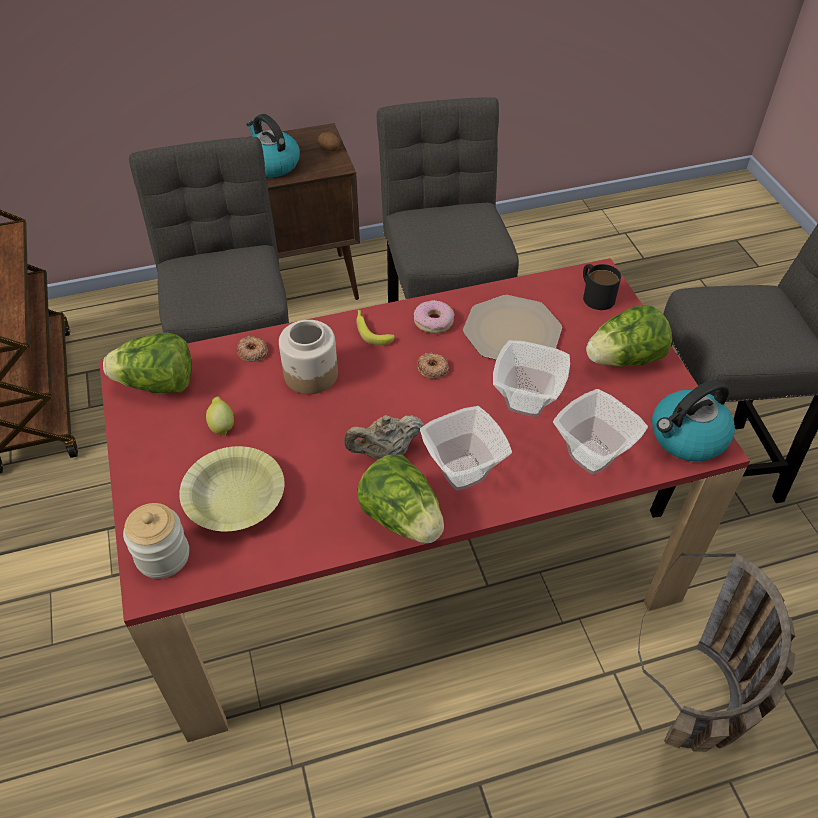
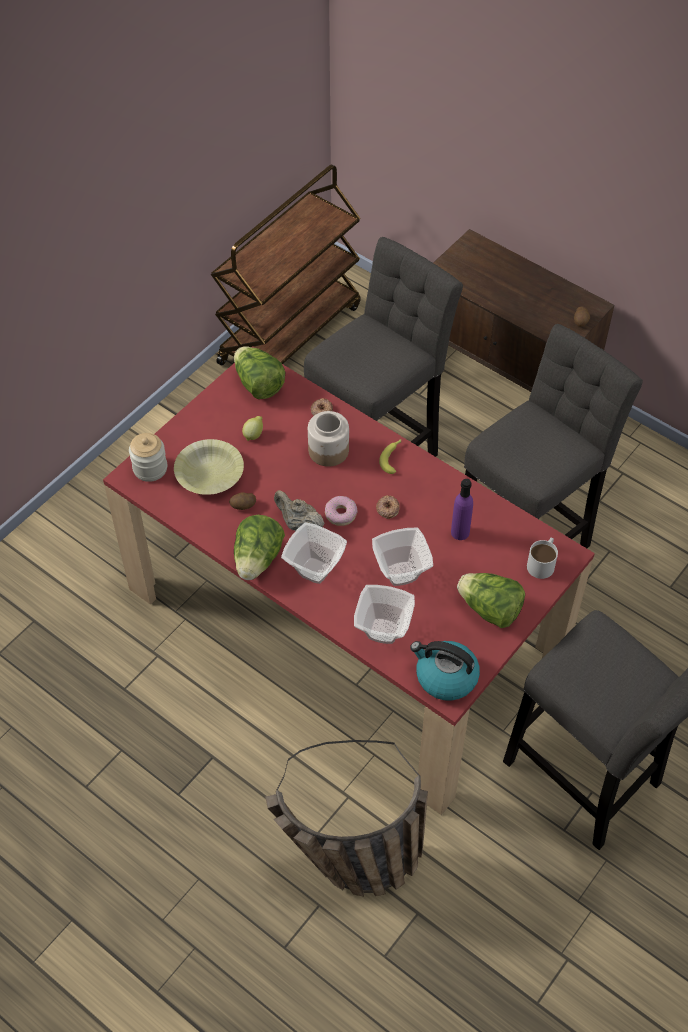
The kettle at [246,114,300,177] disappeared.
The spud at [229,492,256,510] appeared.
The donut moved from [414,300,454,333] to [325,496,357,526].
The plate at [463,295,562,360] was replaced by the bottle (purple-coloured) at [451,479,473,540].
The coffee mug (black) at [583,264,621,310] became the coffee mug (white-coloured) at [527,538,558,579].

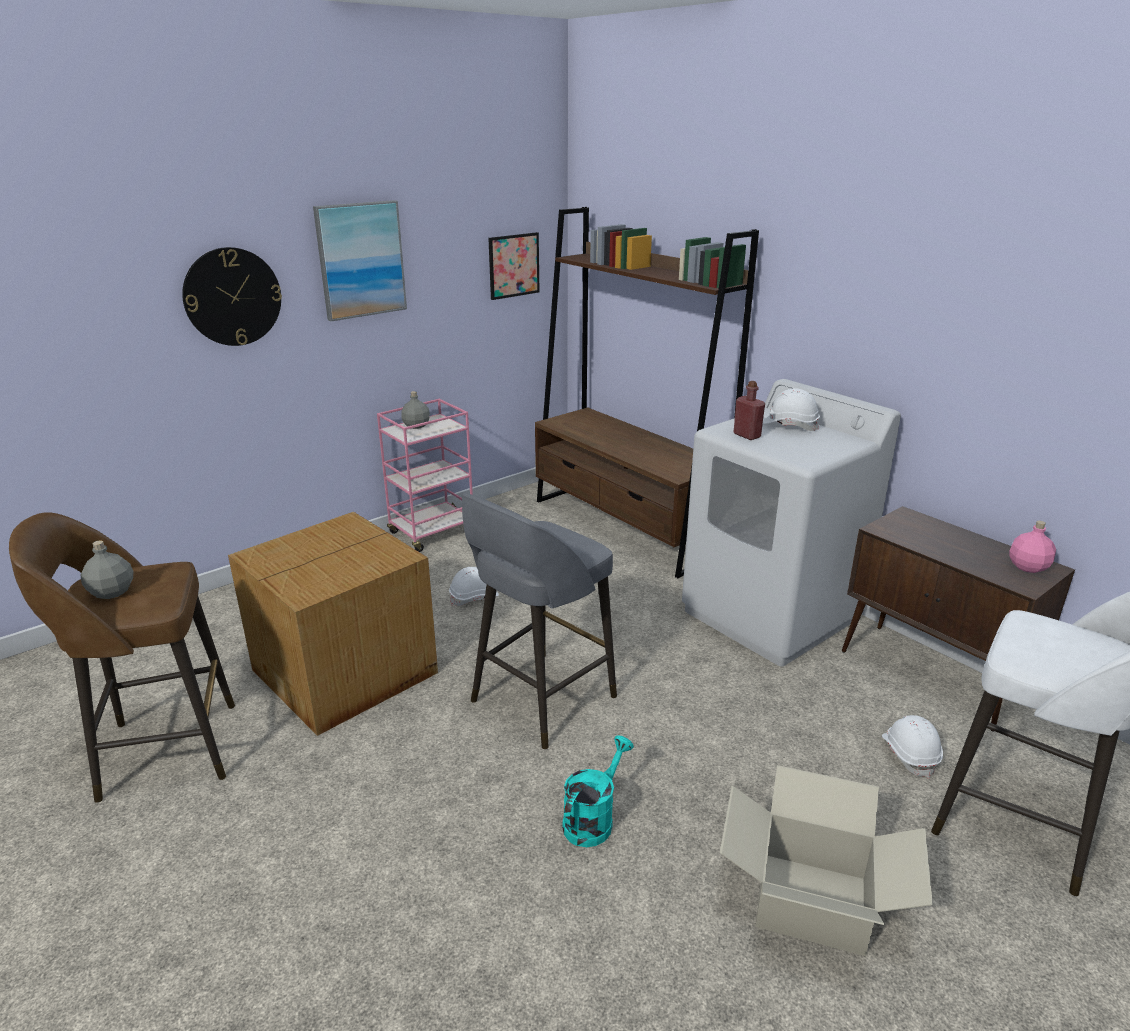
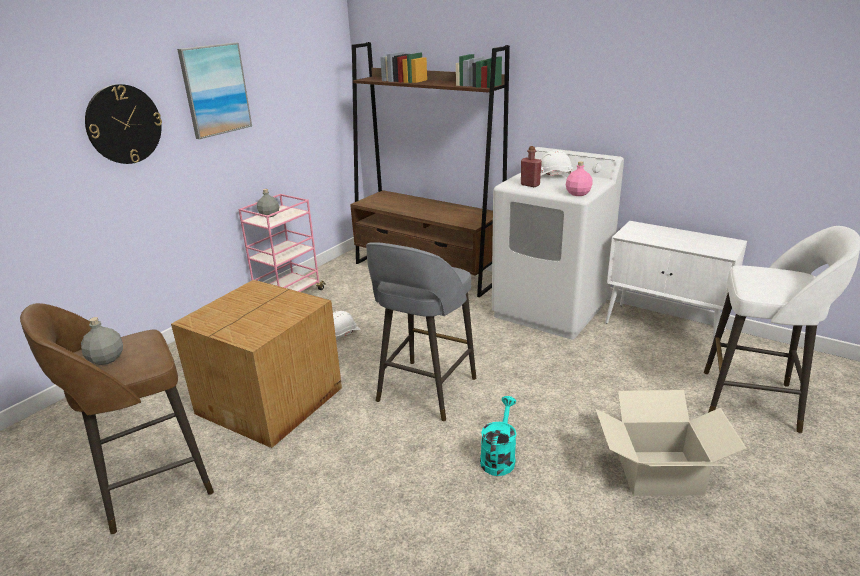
The wall picture at [488,232,539,300] disappeared.
The work helmet (white-coloured) at [882,715,943,778] disappeared.
The bottle (pink) moved from [1009,521,1056,573] to [566,161,592,196].
The cupboard (brown-coloured) at [842,506,1075,732] became the cupboard (white-coloured) at [605,221,747,340].

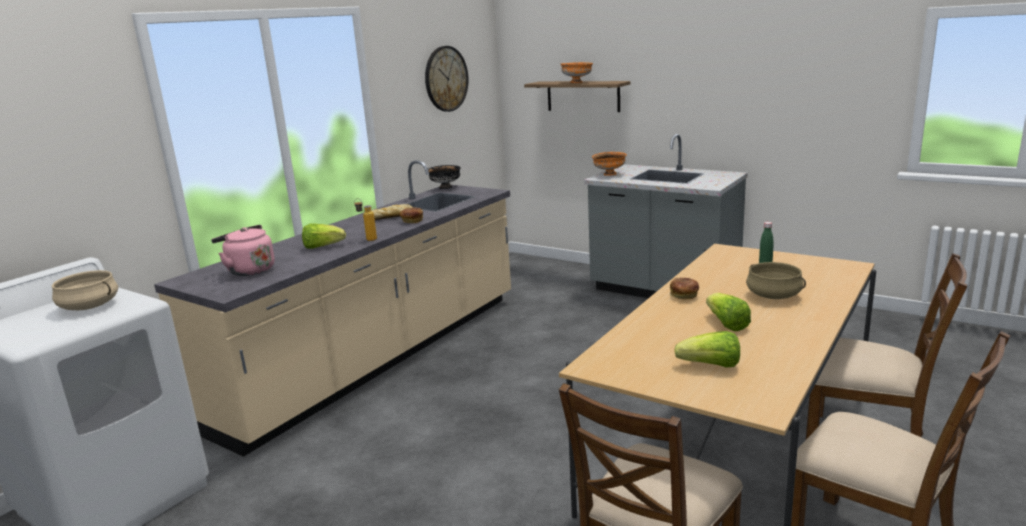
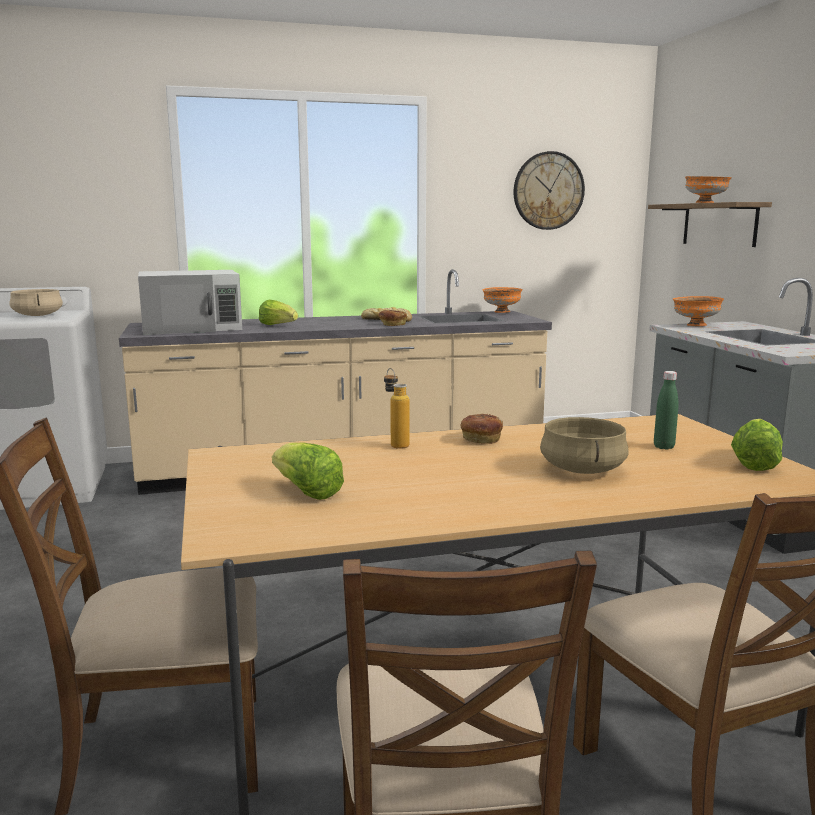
The bottle moved from [354,198,377,241] to [384,368,410,449].
The lettuce head moved from [706,293,751,331] to [731,419,783,471].
The kettle (pink) at [211,225,274,276] was replaced by the microwave (white-coloured) at [138,270,242,335].
The serving bowl (black) at [428,165,461,189] became the serving bowl (orange) at [483,287,523,313].

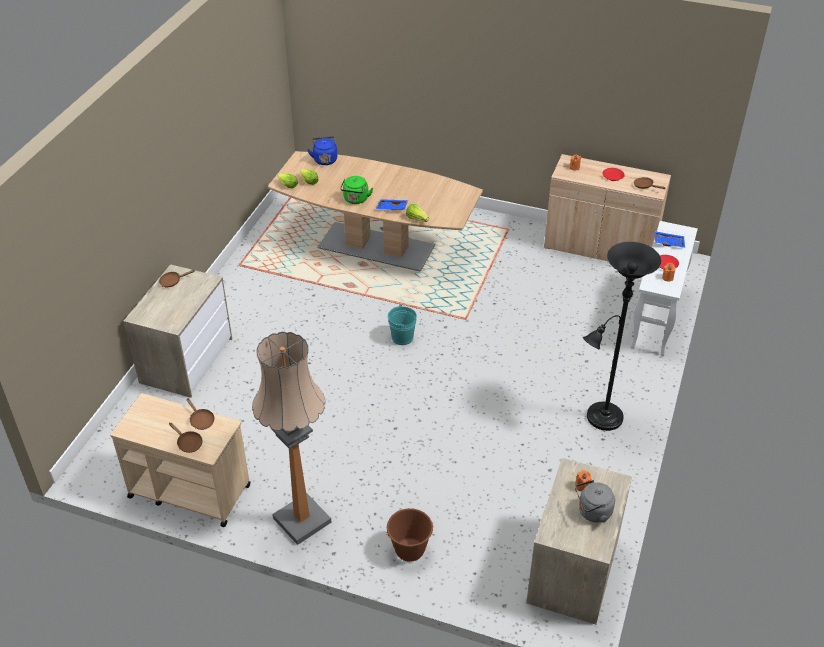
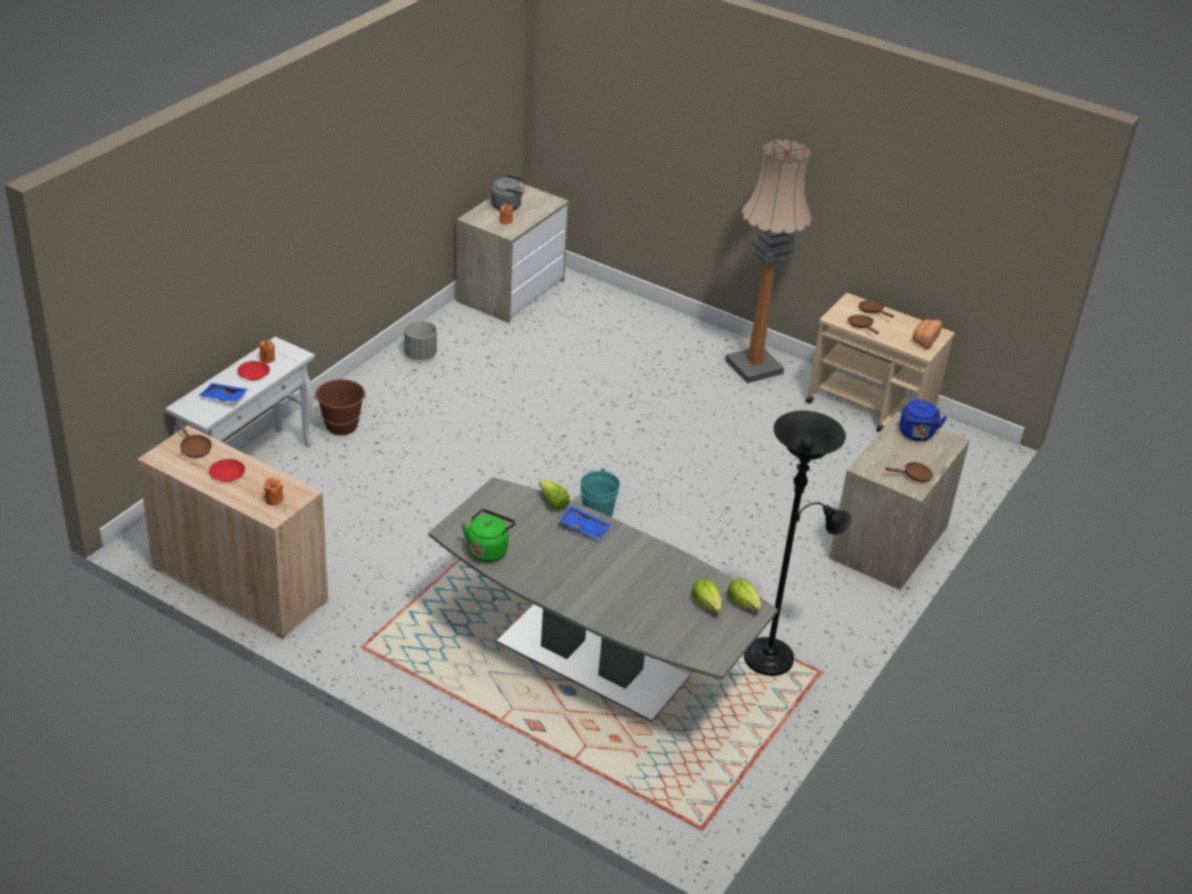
The plant pot (gray) at [404,320,437,360] appeared.
The bread at [913,319,943,349] appeared.
The kettle (blue) moved from [307,136,337,165] to [899,400,947,441].
The kettle (green-coloured) moved from [340,176,373,204] to [461,509,515,562].
The bucket (brown-coloured) moved from [386,508,433,562] to [314,379,366,435].
The floor lamp (black) moved from [583,242,661,431] to [744,411,851,676].
The dinner table (brown-coloured) at [268,151,483,272] became the dinner table (gray) at [429,477,778,722].

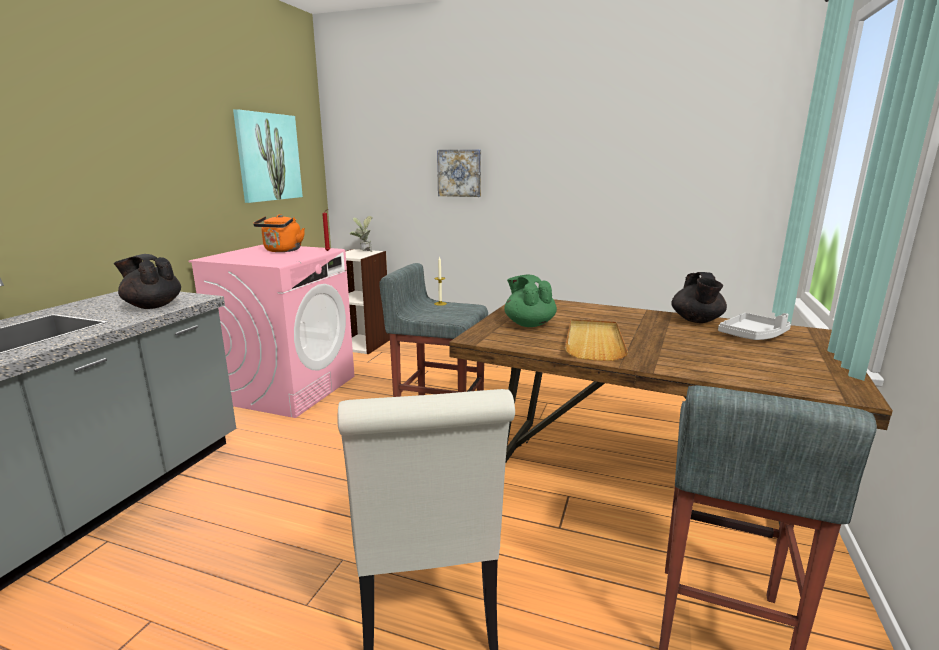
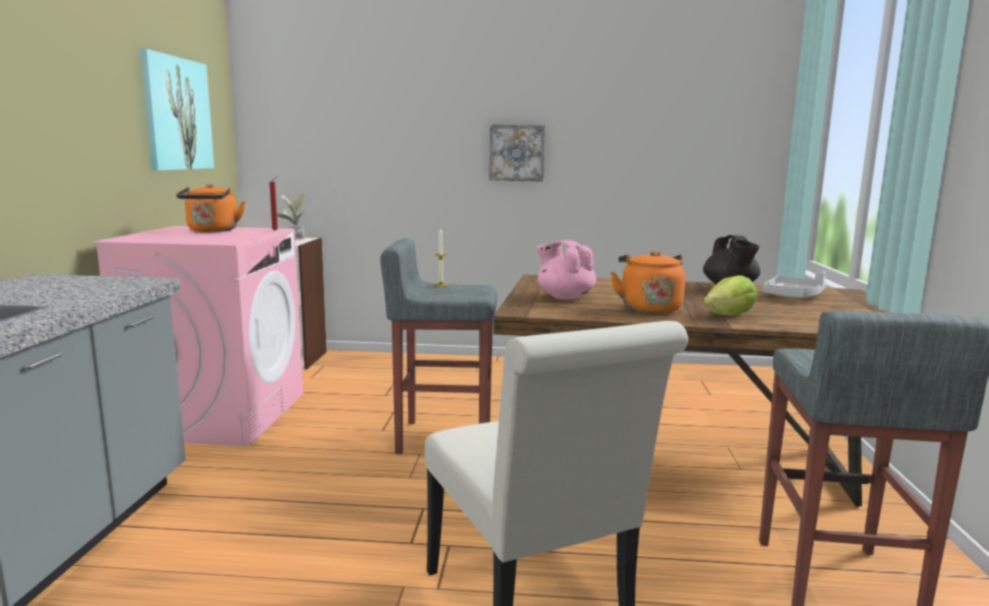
The pot for tea (black) at [114,254,181,309] disappeared.
The lettuce head at [704,275,757,315] appeared.
The wall picture moved from [437,150,481,197] to [489,125,545,181].
The carrying tray (beige) at [565,319,628,361] was replaced by the kettle (orange) at [611,251,685,314].
The pot for tea (green-coloured) at [504,274,557,327] became the pot for tea (pink) at [537,240,596,300].

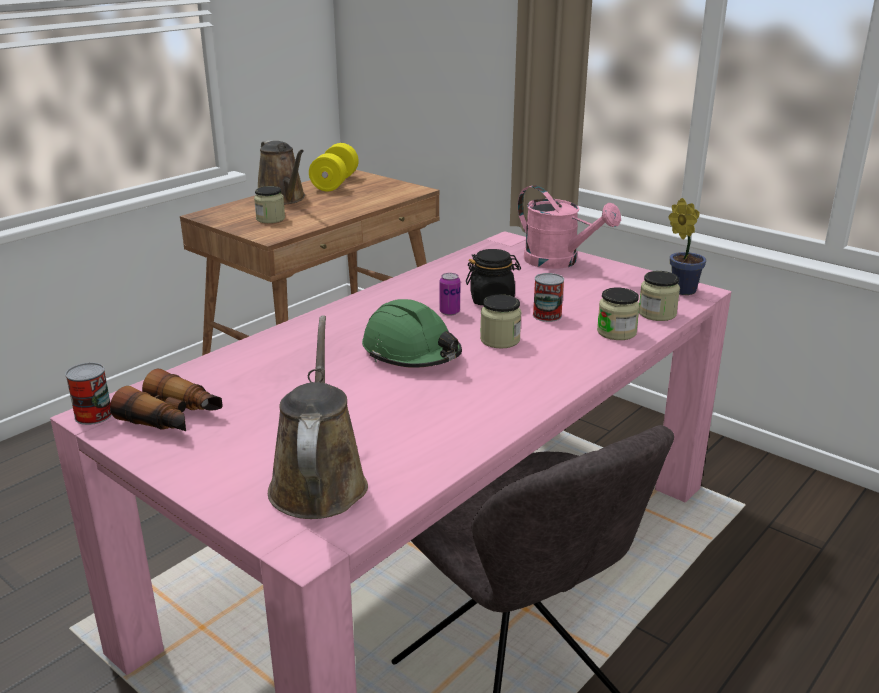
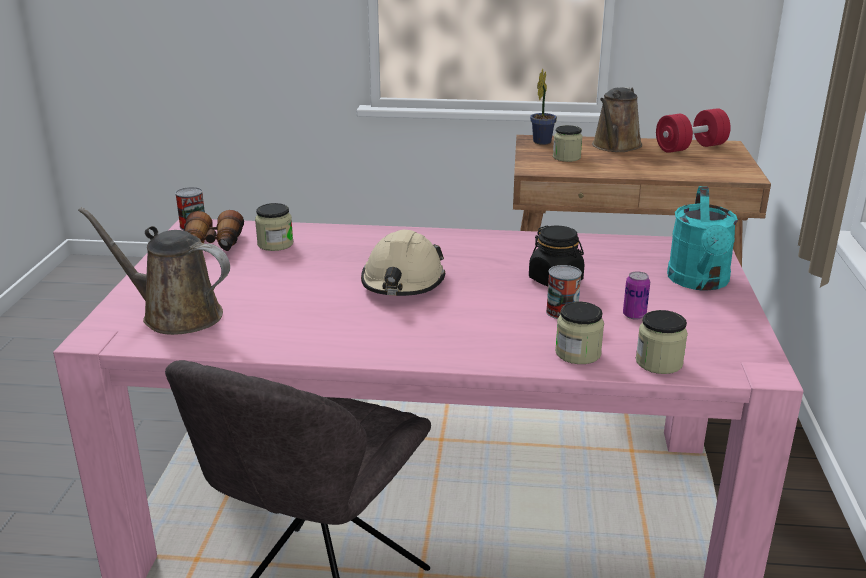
The can moved from [439,273,461,316] to [623,271,650,320].
The storage jar moved from [480,295,522,348] to [255,203,293,251].
The houseplant moved from [668,198,706,295] to [530,69,557,145].
The free weight (yellow-coloured) at [309,143,359,191] became the free weight (reddish) at [656,108,731,153].
The work helmet (green-coloured) at [362,299,462,368] became the work helmet (beige) at [361,230,445,296].
The watering can (pink) at [518,185,621,269] became the watering can (turquoise-coloured) at [667,186,738,291].
The watering can (brown-coloured) at [268,315,368,519] turned 120 degrees counterclockwise.

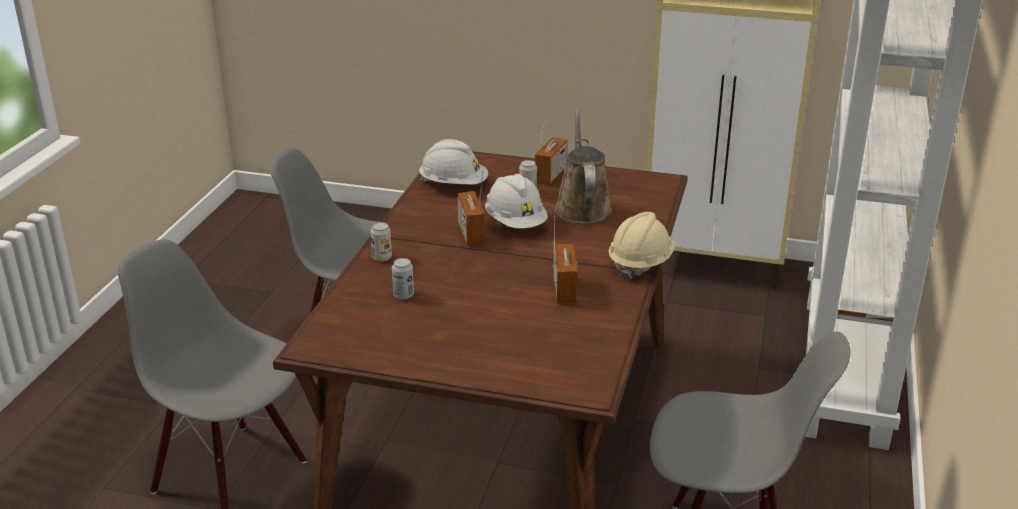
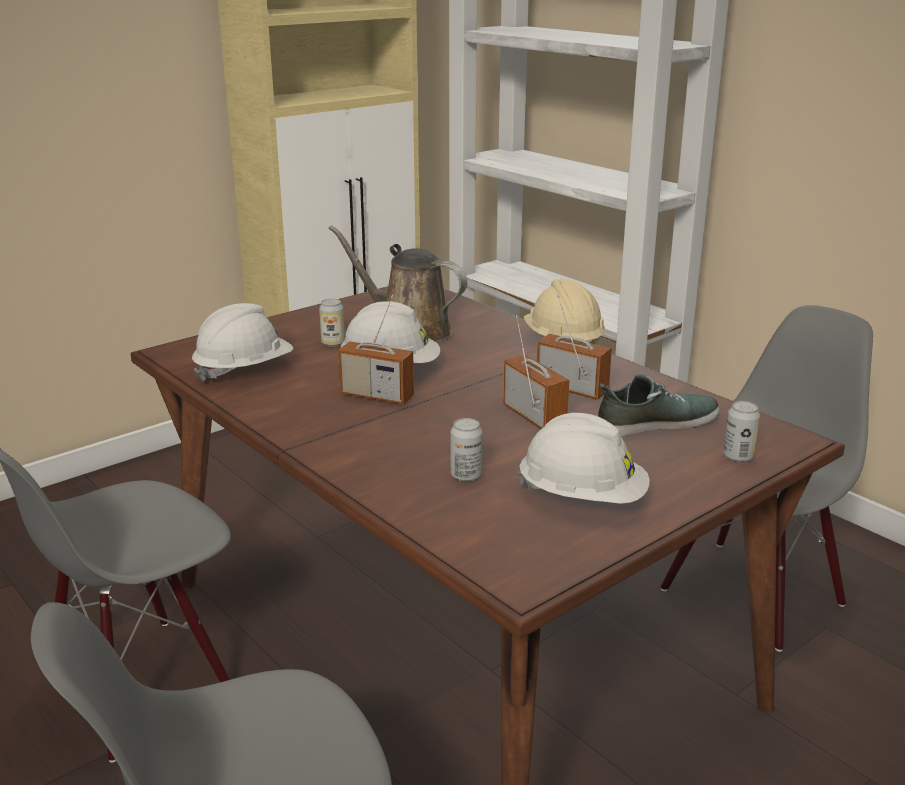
The work helmet (white-coloured) at [518,413,650,504] appeared.
The item of footwear at [598,374,720,436] appeared.
The can moved from [371,222,392,262] to [723,401,760,462].
The radio receiver moved from [535,110,567,185] to [503,315,569,429].

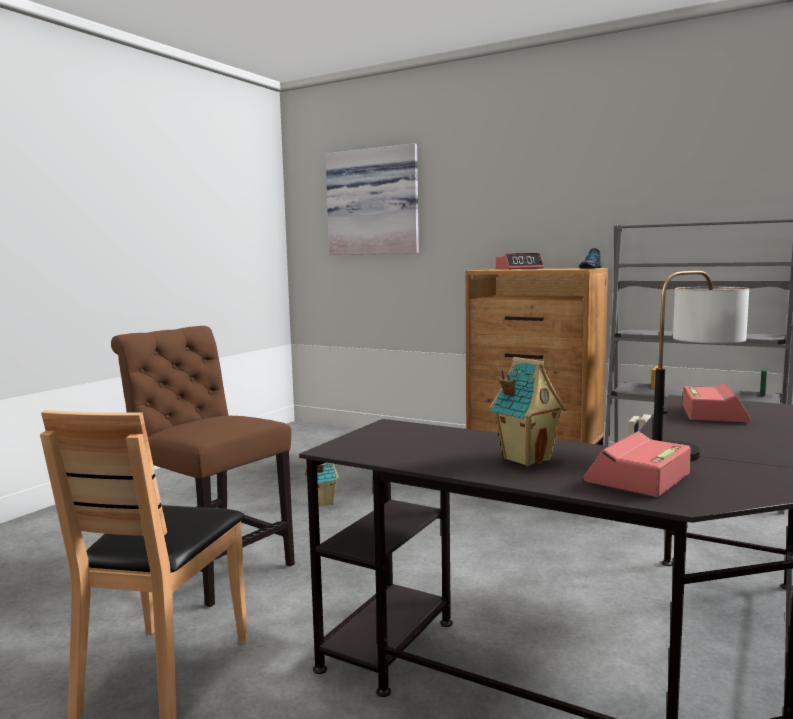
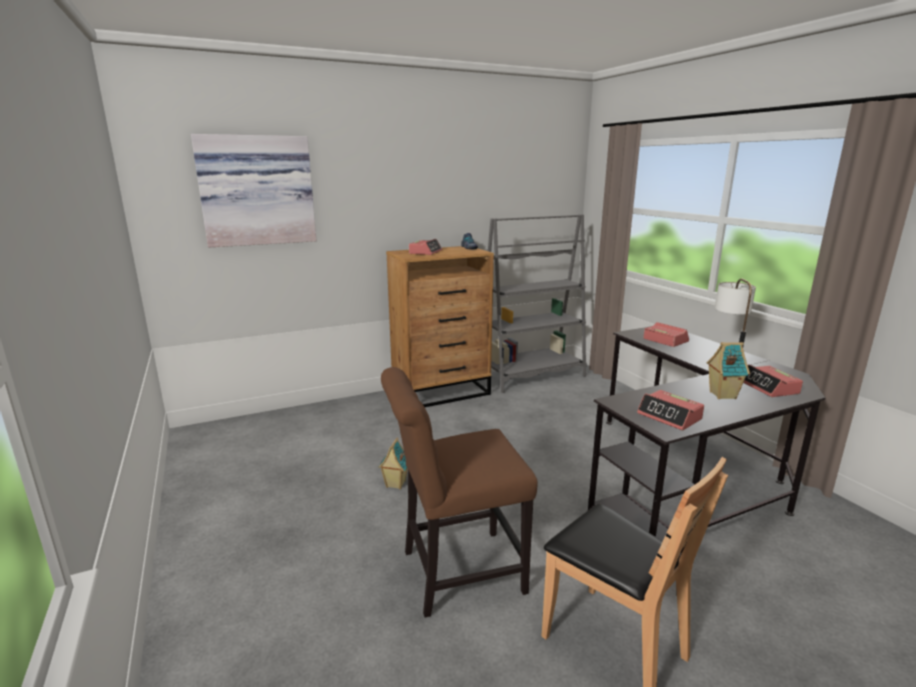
The table clock at [637,390,704,430] appeared.

